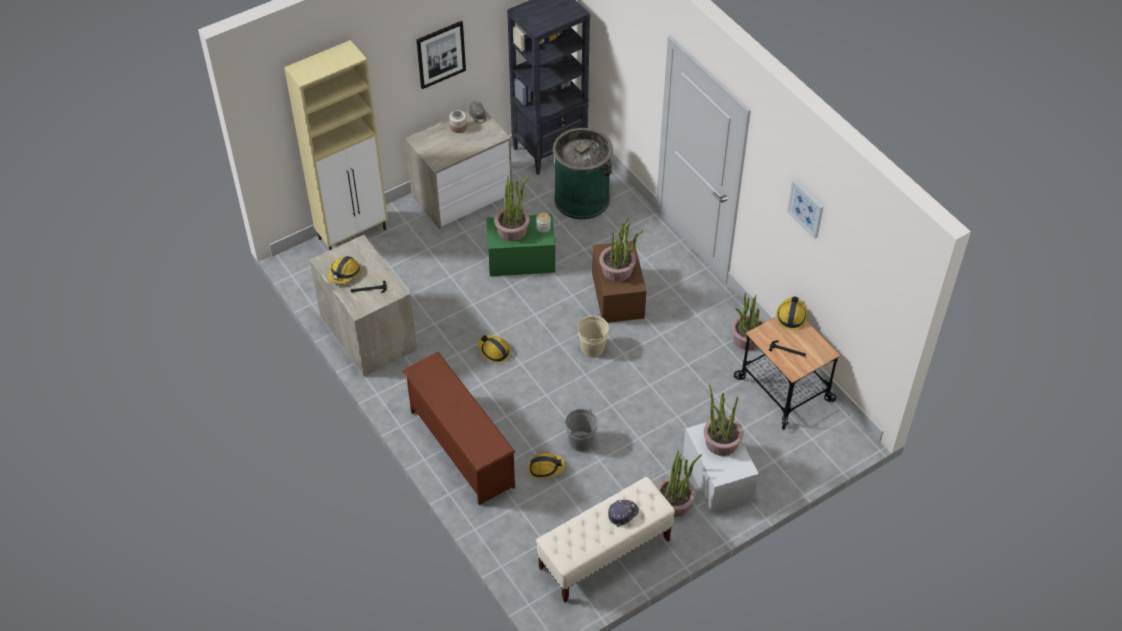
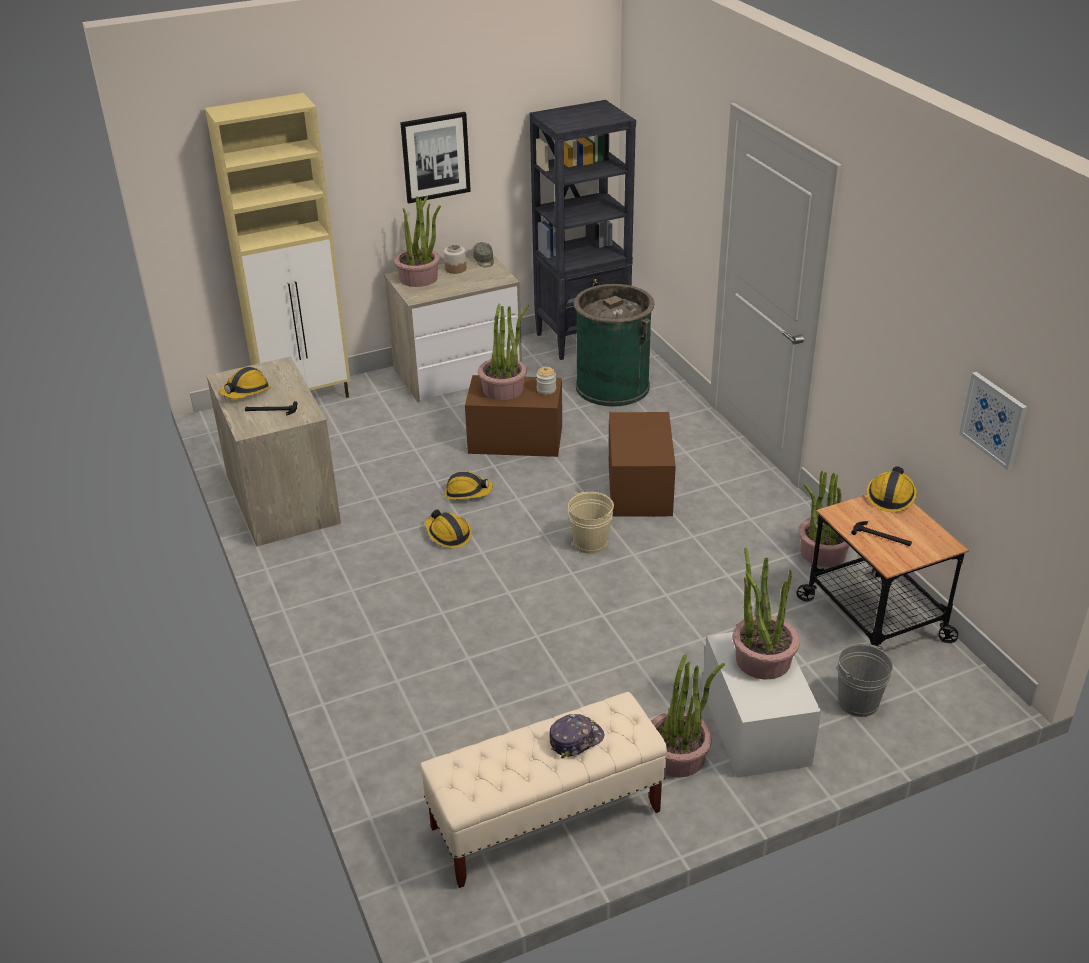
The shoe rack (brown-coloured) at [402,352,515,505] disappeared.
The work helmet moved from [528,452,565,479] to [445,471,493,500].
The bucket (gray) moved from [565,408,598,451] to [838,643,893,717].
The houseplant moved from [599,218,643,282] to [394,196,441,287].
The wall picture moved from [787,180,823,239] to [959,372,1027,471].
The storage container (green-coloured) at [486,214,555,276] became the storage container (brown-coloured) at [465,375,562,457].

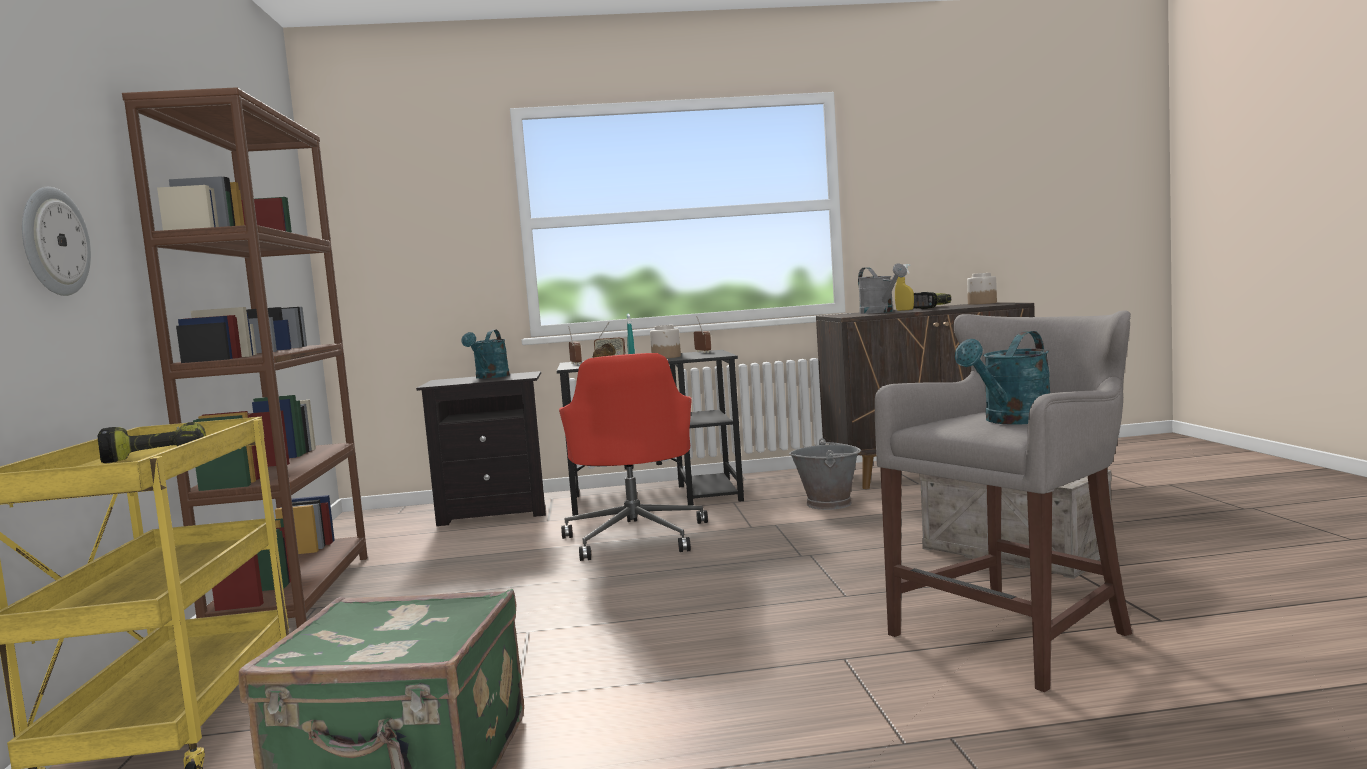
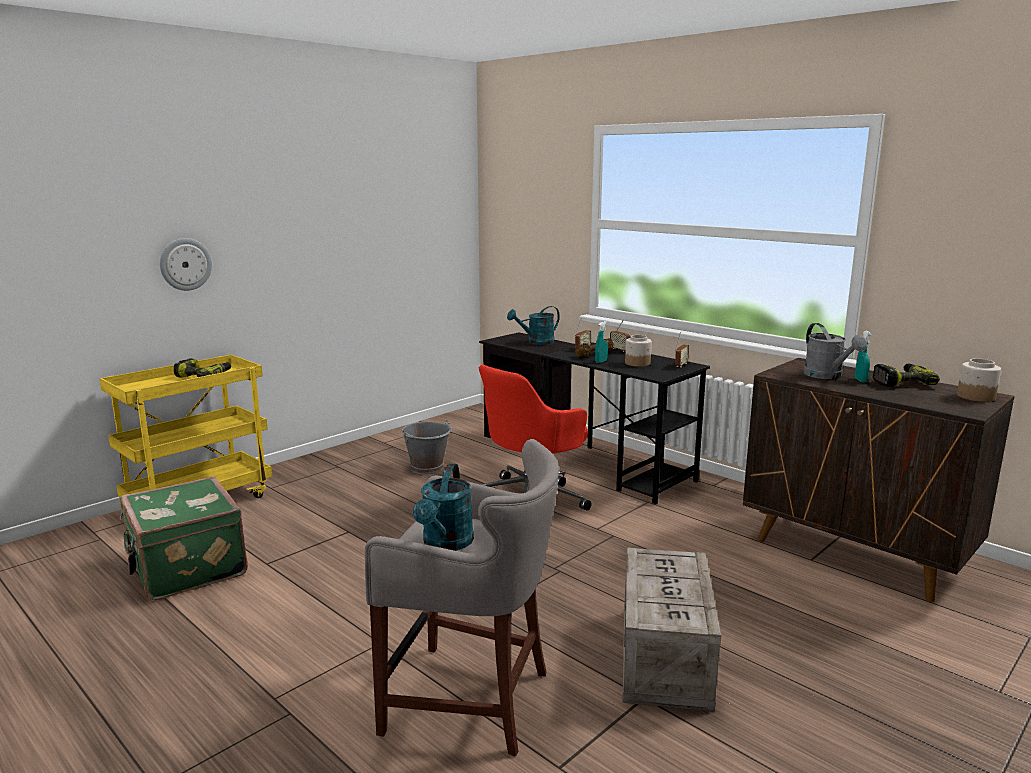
The bookshelf (brown-coloured) at [122,87,368,628] disappeared.
The bucket (gray) moved from [789,438,861,510] to [402,420,452,475].
The sprayer (yellow-coloured) at [895,264,914,311] became the sprayer (turquoise-coloured) at [855,331,872,382].
The watering can (gray) at [858,263,907,314] turned 45 degrees counterclockwise.
The watering can (turquoise-coloured) at [955,331,1050,424] turned 90 degrees counterclockwise.

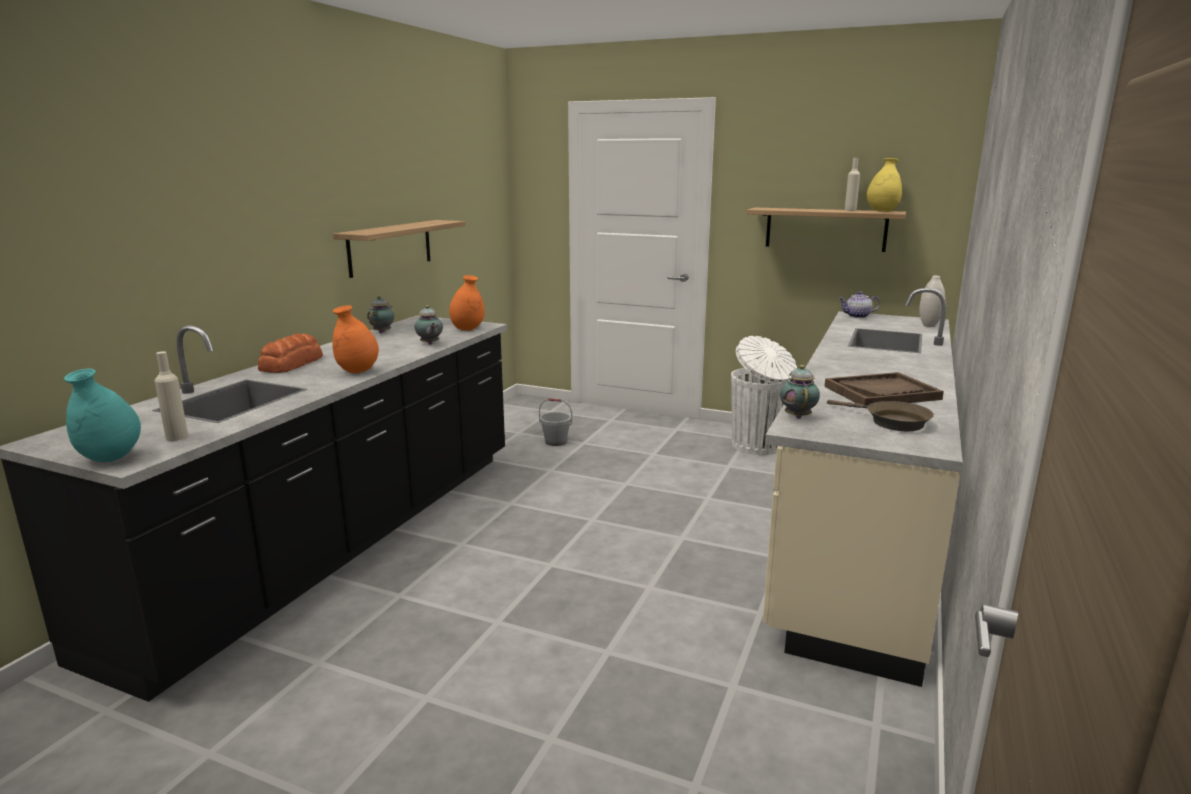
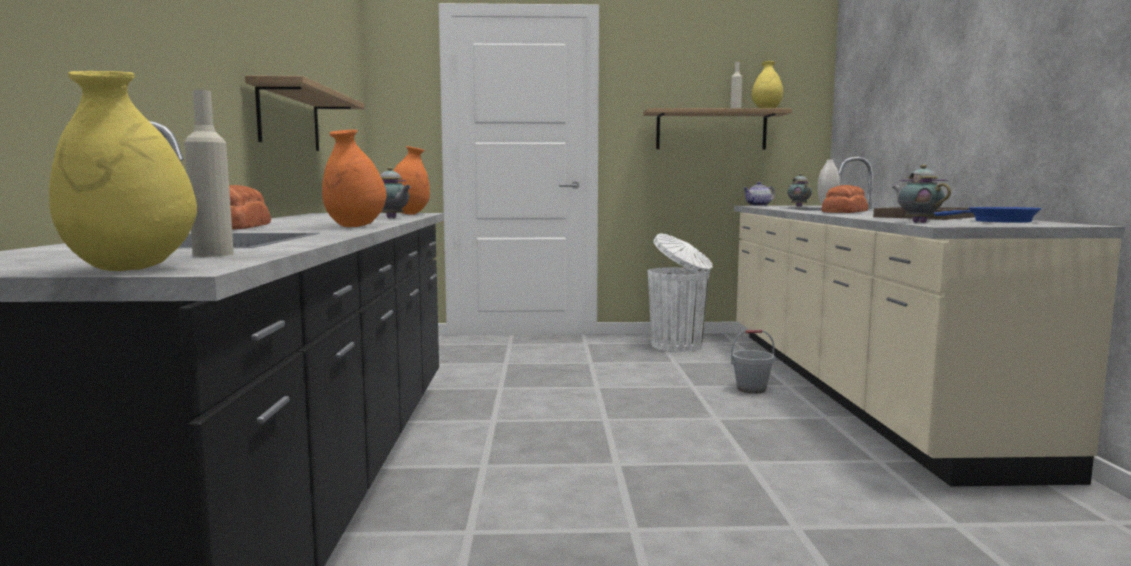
The bread at [821,185,869,213] appeared.
The pot for tea moved from [367,296,394,333] to [788,173,812,207].
The bucket (gray) moved from [539,398,572,446] to [731,329,775,394].
The vase (turquoise-coloured) at [64,368,141,462] became the vase (yellow-coloured) at [49,71,197,271].
The skillet (brown-coloured) at [827,400,934,431] became the skillet (blue) at [919,207,1042,223].

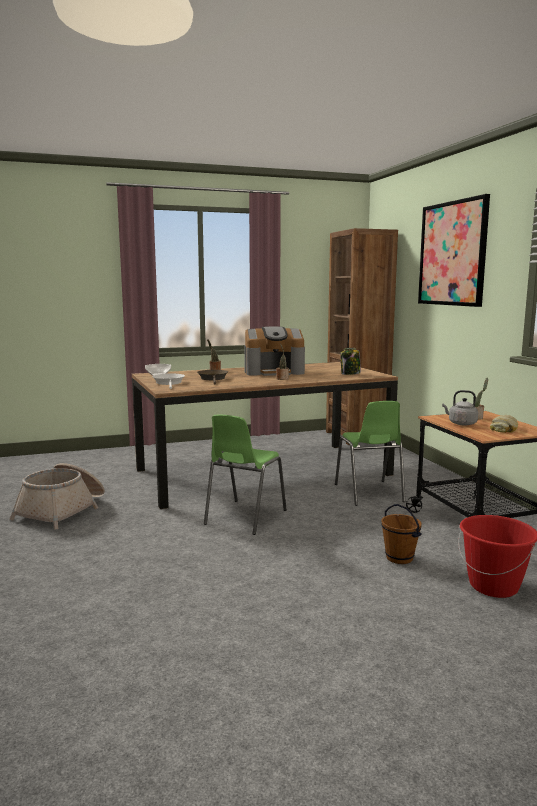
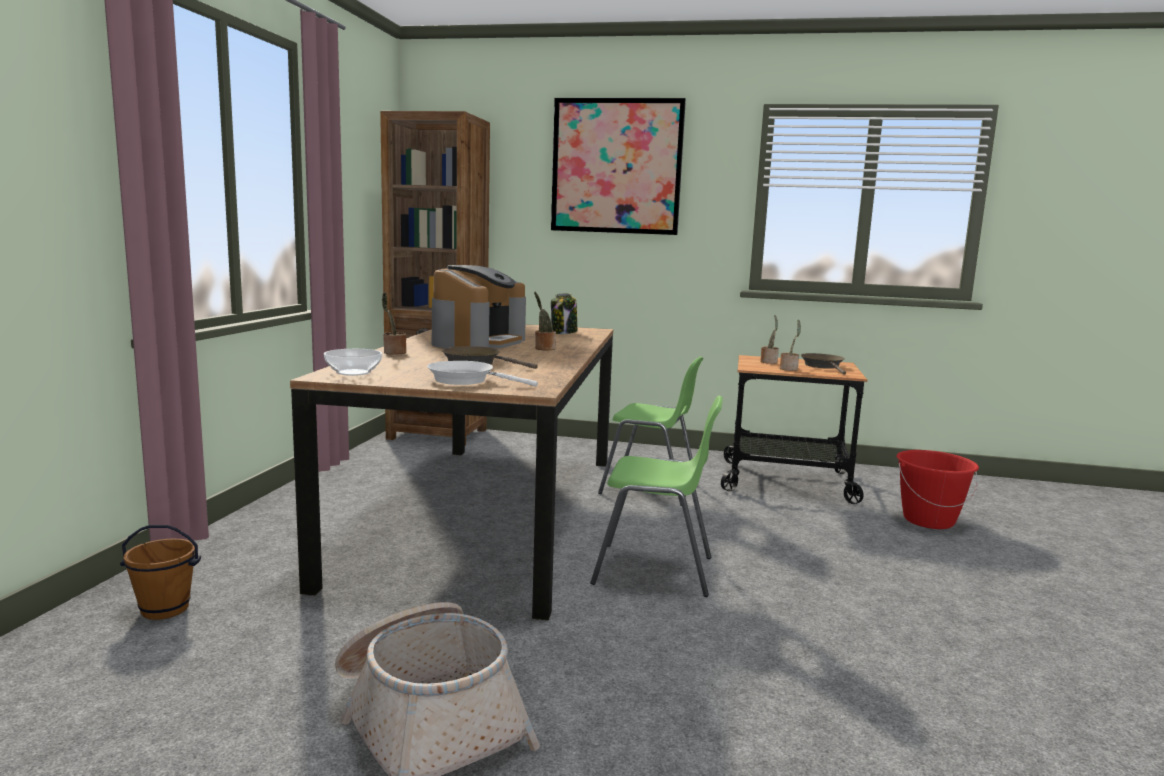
The bucket (brown-coloured) moved from [381,504,422,564] to [120,525,201,620].
The kettle (gray) at [442,390,478,426] was replaced by the houseplant at [780,320,801,371].
The bread at [490,415,518,433] was replaced by the skillet (brown-coloured) at [801,353,846,375].
The upright chair (green-coloured) at [204,415,287,535] turned 45 degrees counterclockwise.

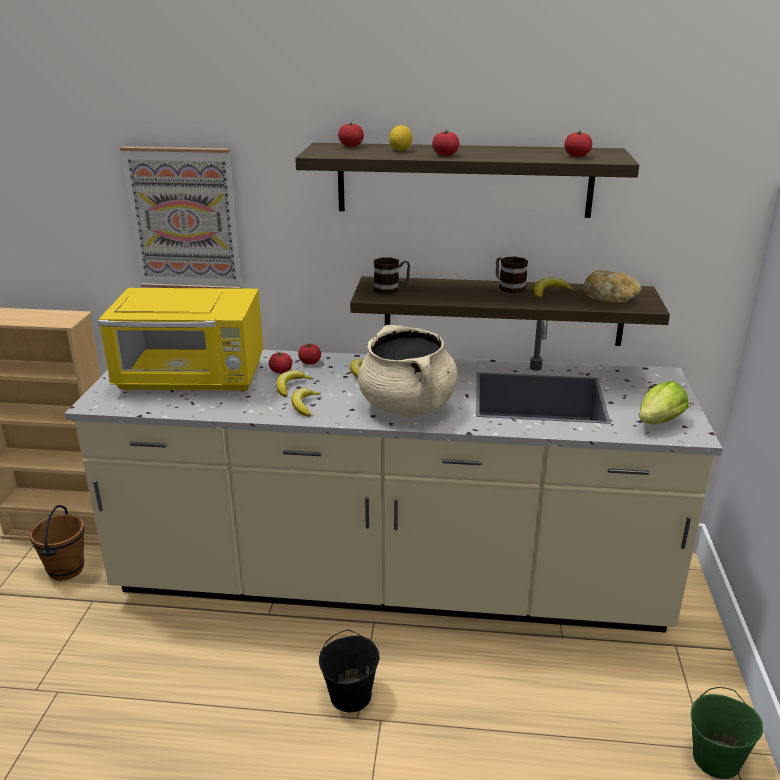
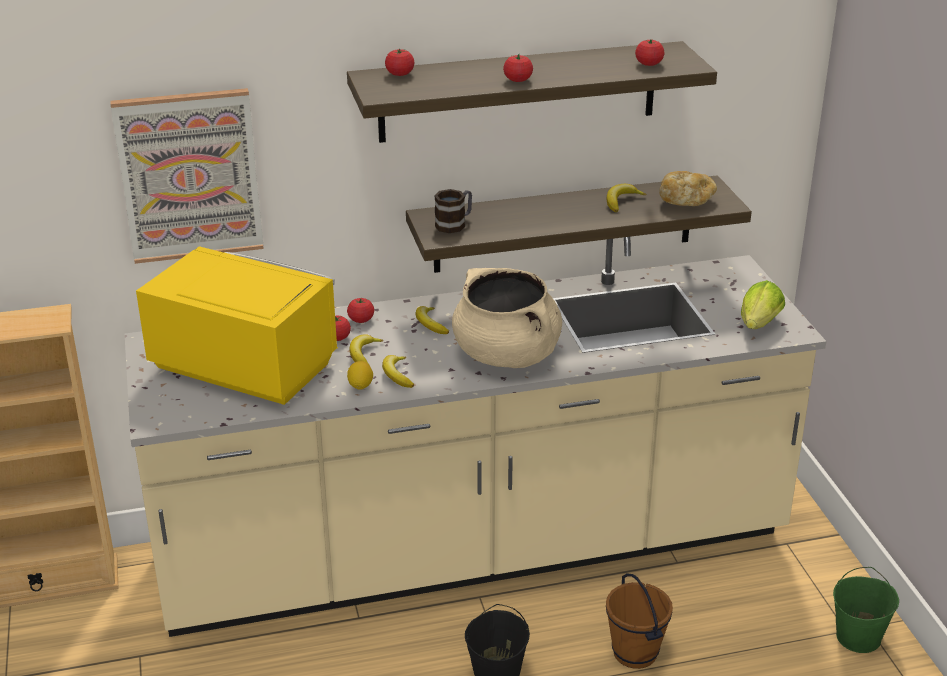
The coffee mug at [496,256,528,293] disappeared.
The bucket (brown-coloured) moved from [29,505,85,581] to [606,573,673,669].
The whole lemon moved from [389,125,413,151] to [347,361,373,390].
The microwave (yellow-coloured) at [98,288,263,392] turned 135 degrees counterclockwise.

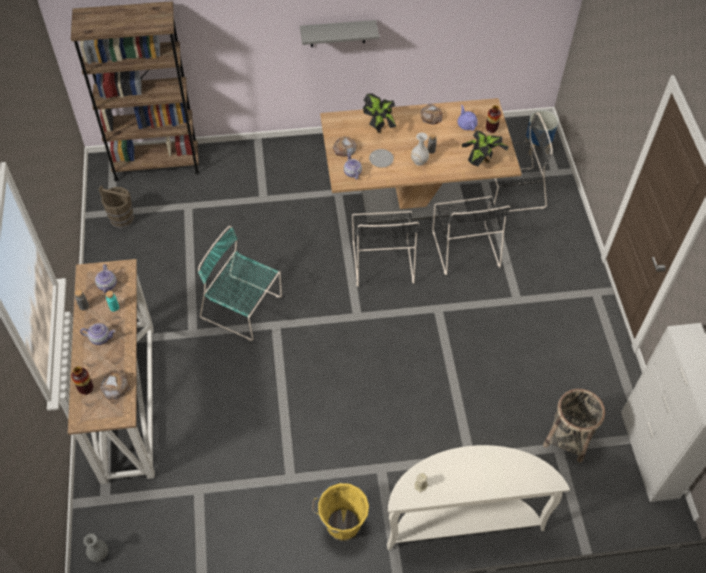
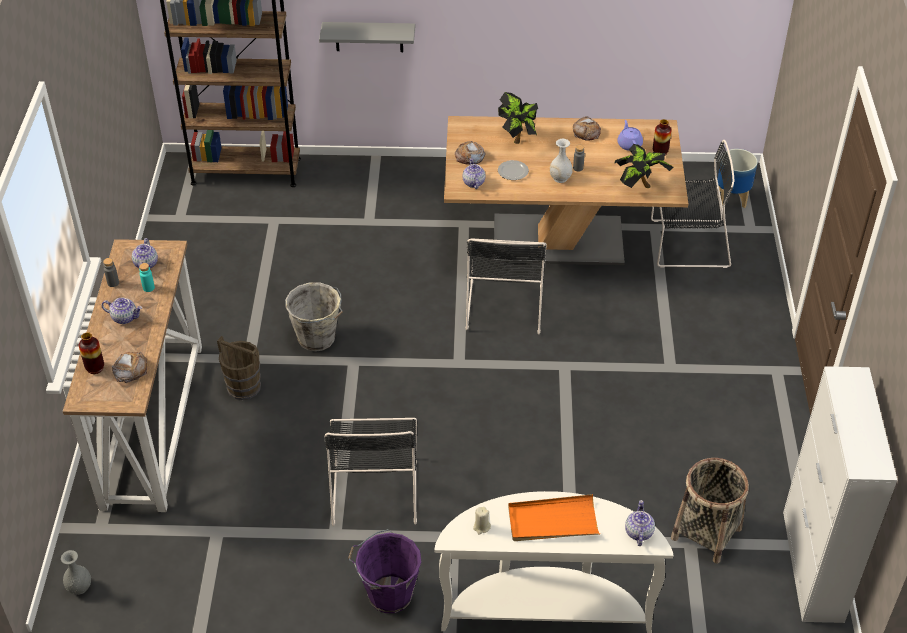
The carrying tray (orange) at [508,494,600,541] appeared.
The pot for tea at [625,500,655,546] appeared.
The bucket (brown-coloured) moved from [98,185,134,229] to [217,336,261,400].
The bracket shelf (gray) moved from [300,20,379,47] to [319,22,415,52].
The upright chair (black) moved from [432,196,510,275] to [324,418,417,526].
The upright chair (turquoise-coloured) at [198,226,282,341] was replaced by the bucket (gray) at [285,283,343,352].
The bucket (yellow-coloured) at [312,481,369,541] became the bucket (purple-coloured) at [348,529,422,613].

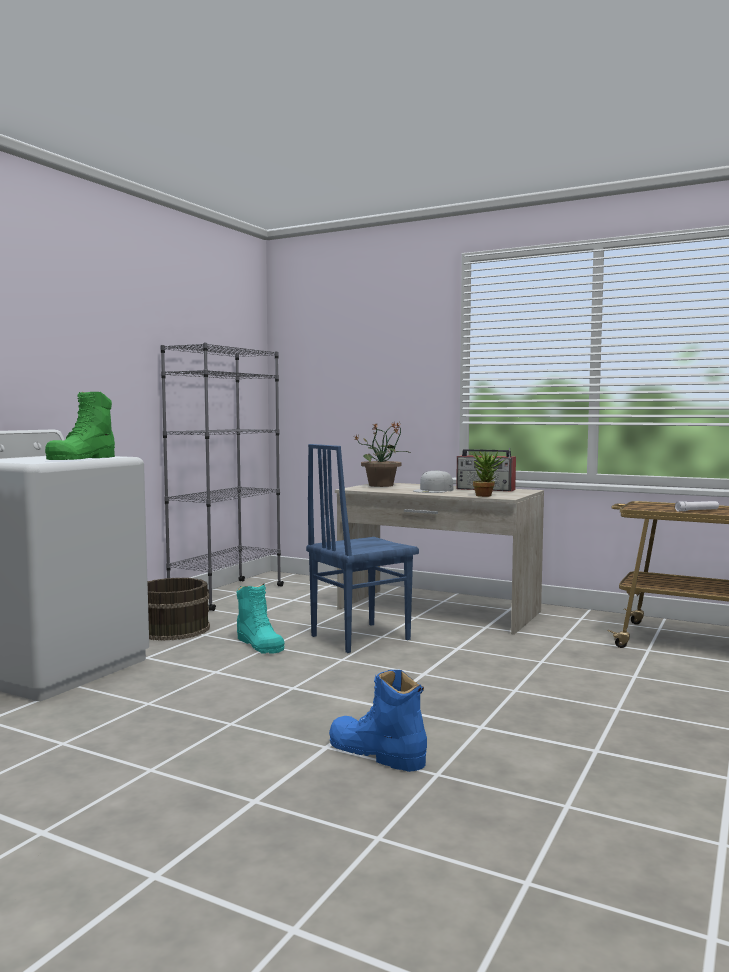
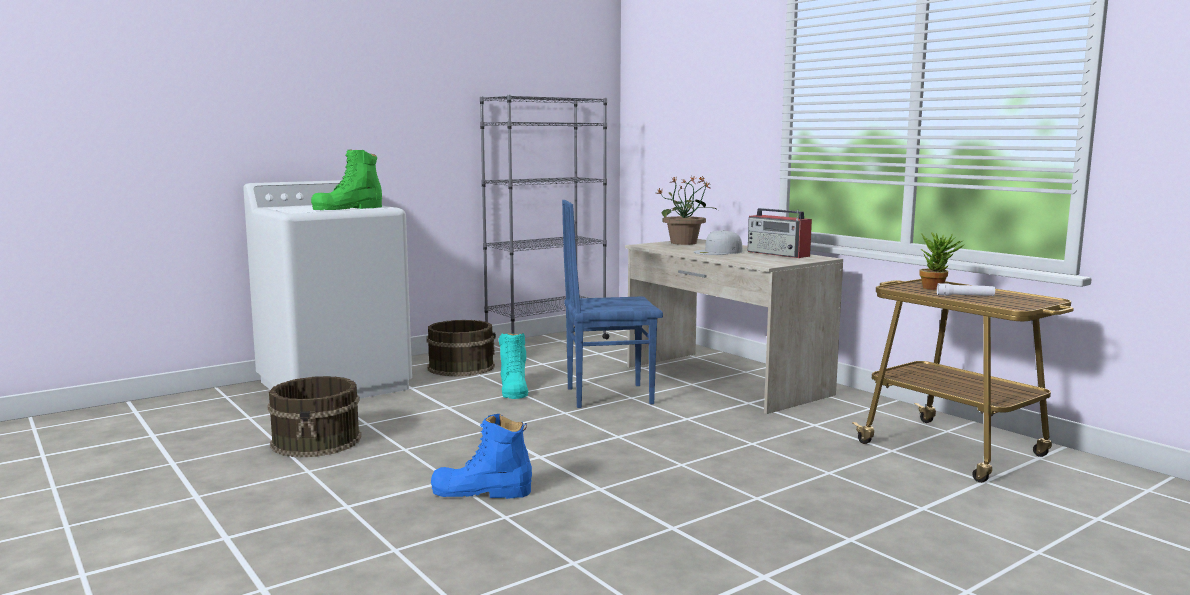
The bucket (brown-coloured) at [267,376,361,457] appeared.
The houseplant moved from [471,451,504,497] to [919,232,964,290].
The high-top boot (blue) at [329,670,427,772] turned 60 degrees counterclockwise.

